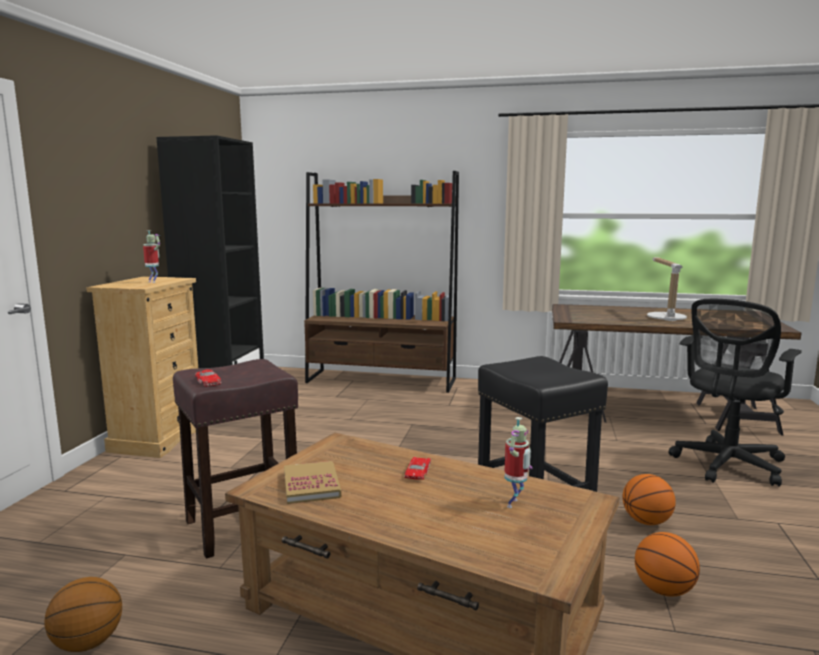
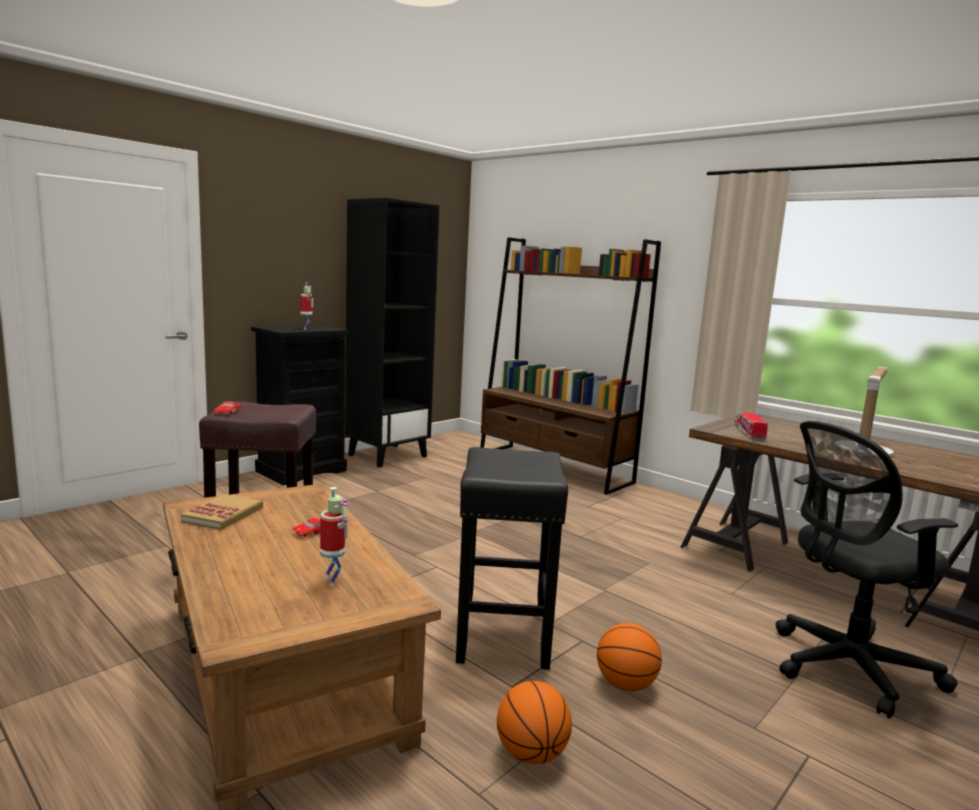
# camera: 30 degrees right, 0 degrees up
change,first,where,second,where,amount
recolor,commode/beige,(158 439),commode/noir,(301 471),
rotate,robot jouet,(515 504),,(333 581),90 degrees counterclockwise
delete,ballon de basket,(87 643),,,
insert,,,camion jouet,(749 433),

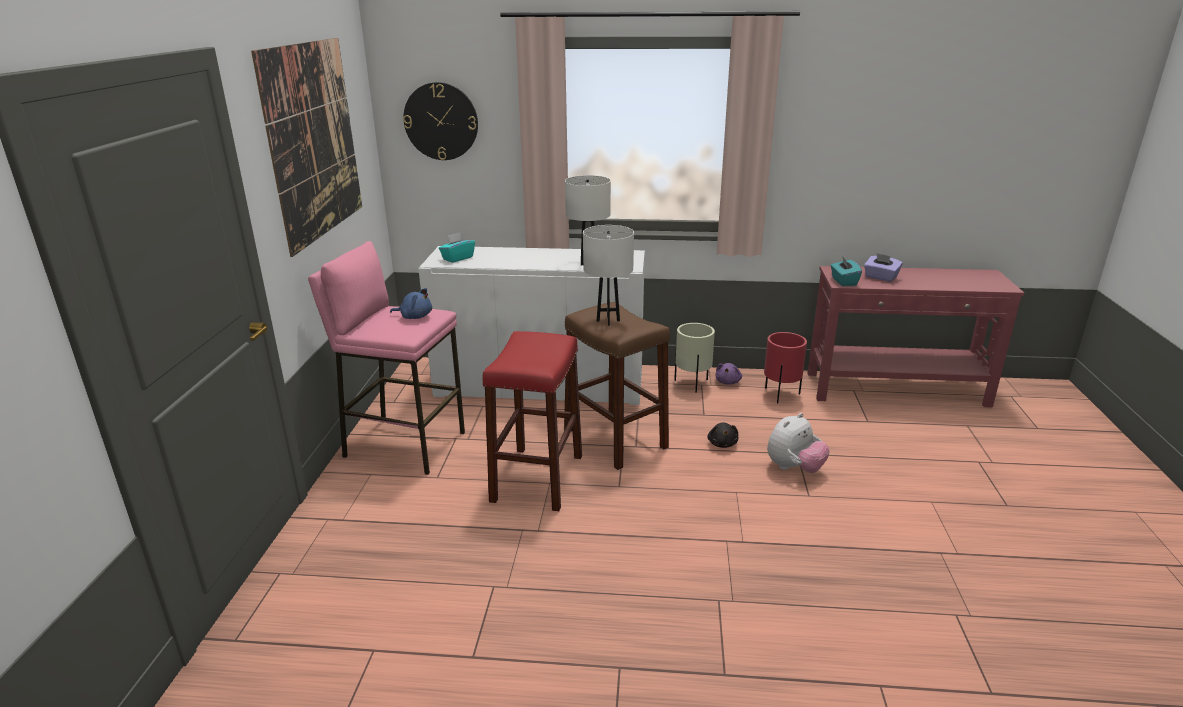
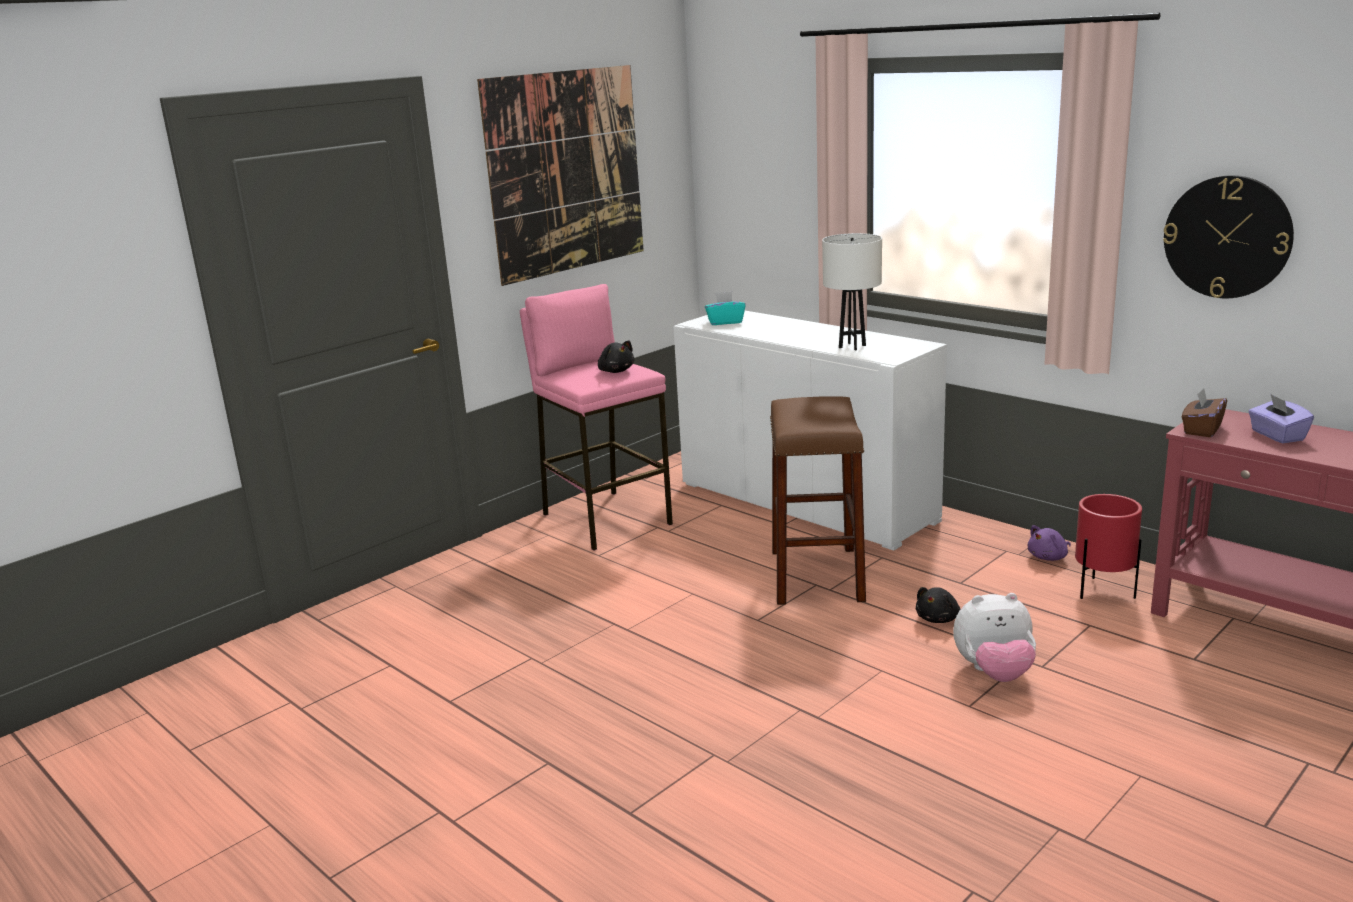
# camera: 40 degrees right, 5 degrees down
change,first,where,second,where,amount
move,horloge murale,(441 121),,(1227 237),
delete,lampe de table/blanc,(608 321),,,
recolor,boîte à mouchoirs/turquoise,(843 281),boîte à mouchoirs/marron,(1201 429),
recolor,peluche/bleu,(415 316),peluche/noir,(615 371),
delete,cache-pot/beige,(693 384),,,
delete,tabouret/rouge,(537 478),,,

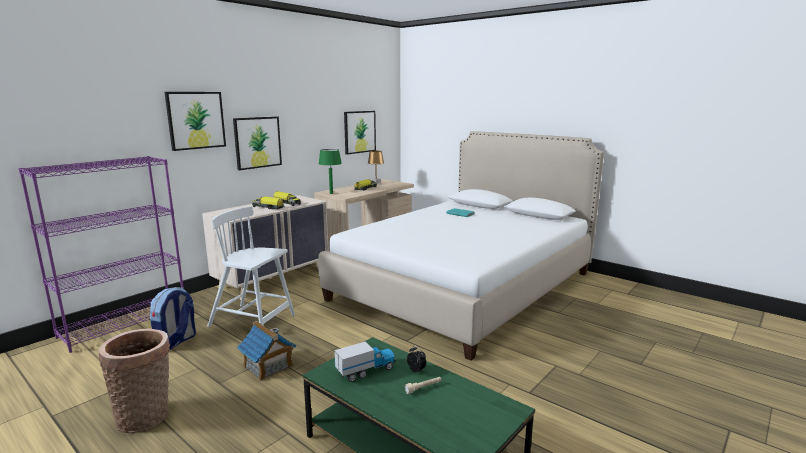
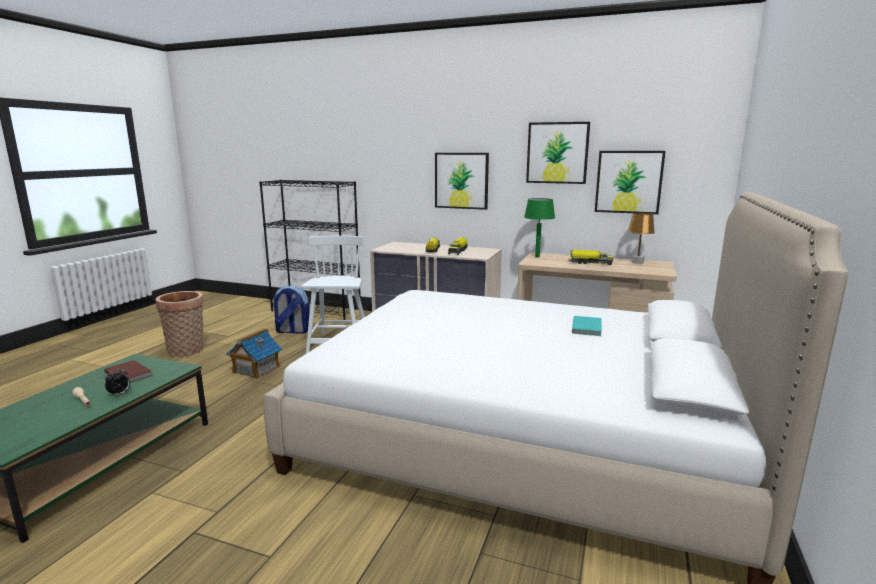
# camera: 70 degrees right, 0 degrees up
change,first,where,second,where,amount
move,tableau,(196 120),,(557 153),
recolor,bibliothèque/violet,(125 324),bibliothèque/noir,(317 311),
replace,camion jouet,(366 371),livre/marron,(129 373),

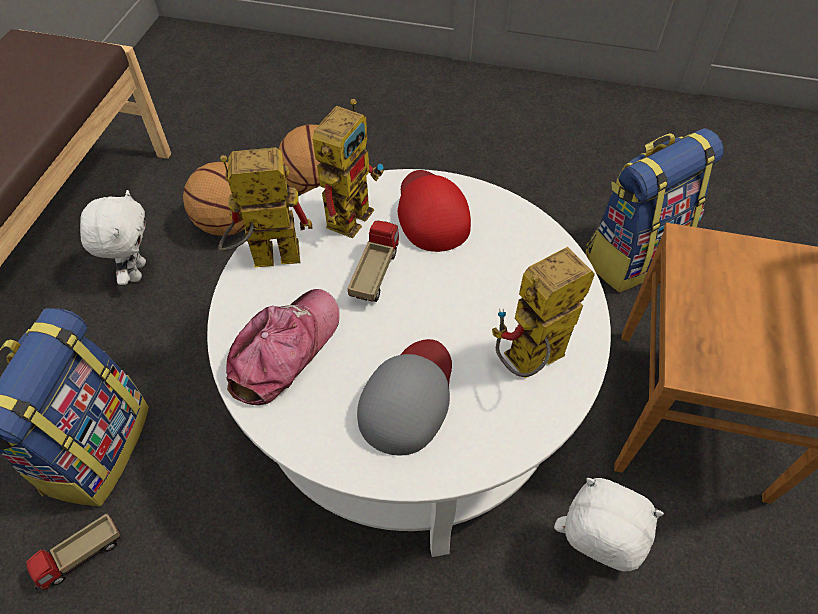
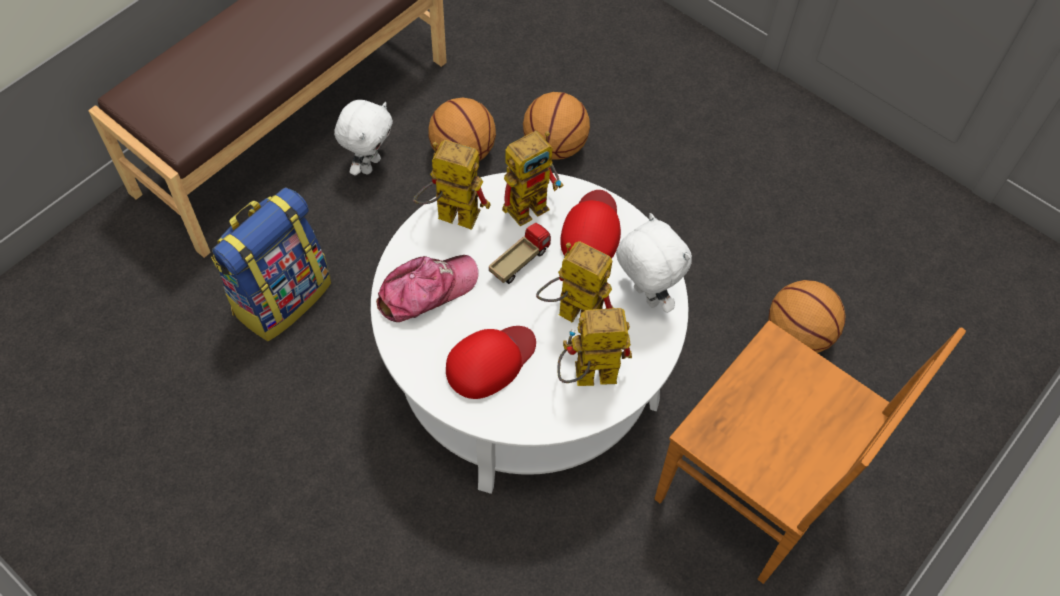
# camera: 25 degrees right, 5 degrees up
change,first,where,second,where,amount
replace,sac à dos,(632 255),ballon de basket,(798 335),
recolor,casquette/gris,(408 397),casquette/rouge,(490 361),
move,peluche/blanc,(589 552),,(644 296),
delete,camion jouet,(82 557),,,
insert,,,robot jouet,(570 313),

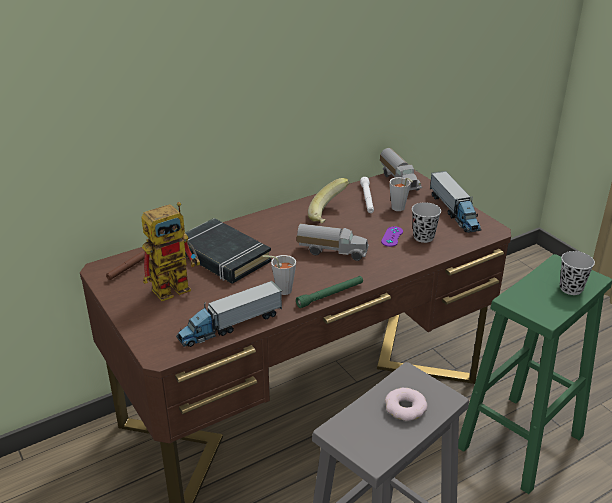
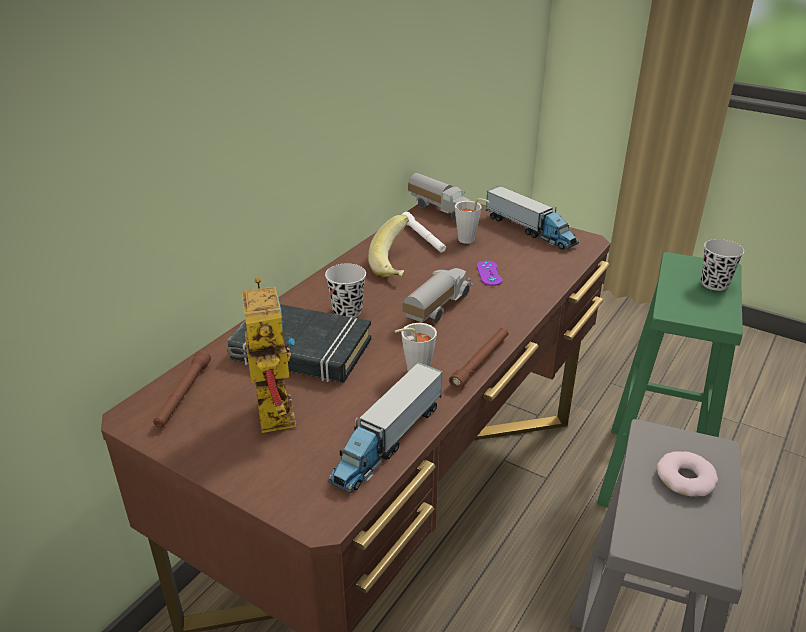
# camera: 25 degrees left, 0 degrees up
change,first,where,second,where,amount
rotate,robot jouet,(177 285),,(269 407),45 degrees counterclockwise
move,tasse/noir,(423 237),,(347 311),
rotate,camion jouet,(332 251),,(436 308),45 degrees counterclockwise
recolor,lampe de poche/vert,(330 295),lampe de poche/marron,(480 362),

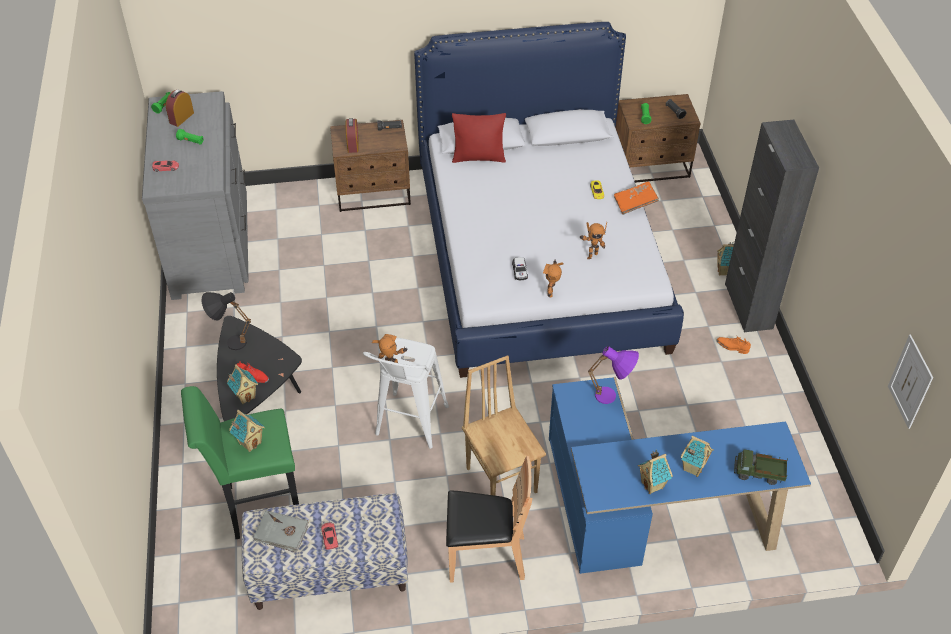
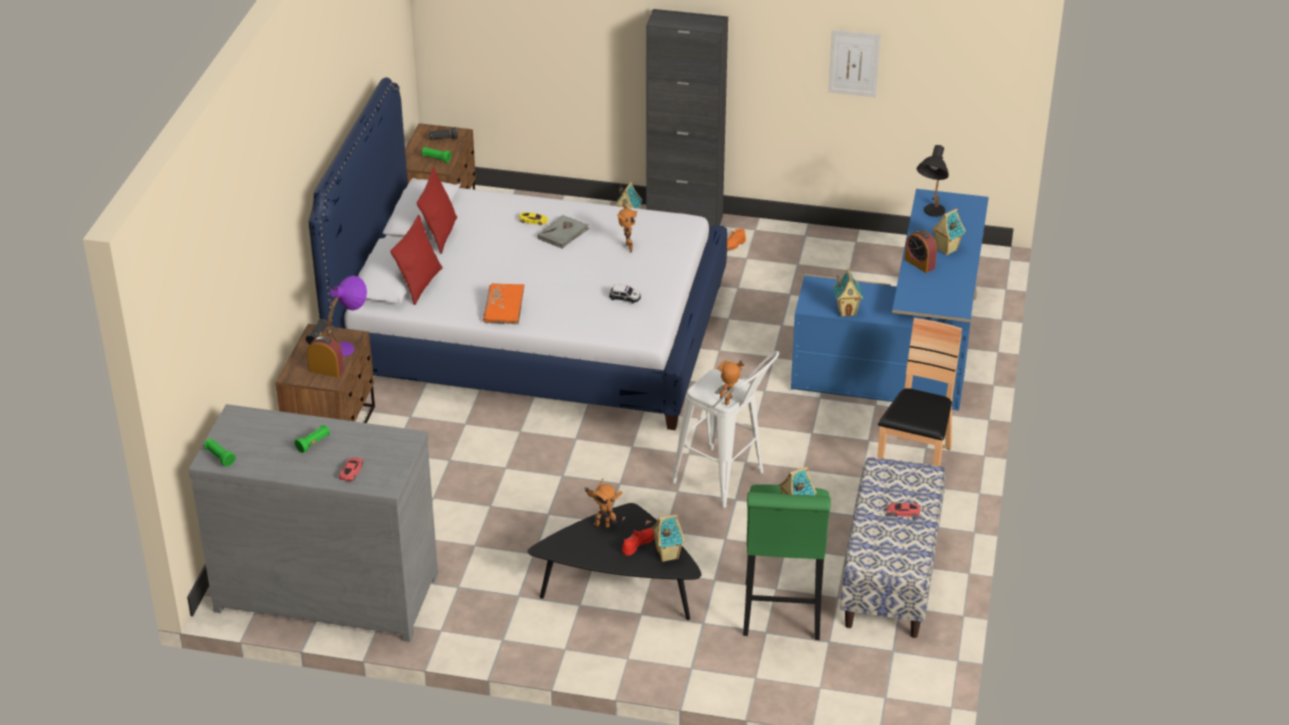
# camera: 70 degrees left, 10 degrees down
change,first,where,second,where,amount
move,réveil,(181 118),,(919 263),
move,livre/orange,(635 203),,(504 311),
move,robot jouet,(552 293),,(602 524),
move,lampe de table/noir,(229 341),,(931 214),
move,tableau,(910 382),,(854 63),
move,lampe de table/violet,(613 398),,(350 346),
delete,chaise/marron,(502 479),,,
move,maison miniature,(653 485),,(847 311),
delete,camion jouet,(759 474),,,
move,livre/gris,(281 533),,(563 234),
insert,,,coussin/rouge,(440 234),

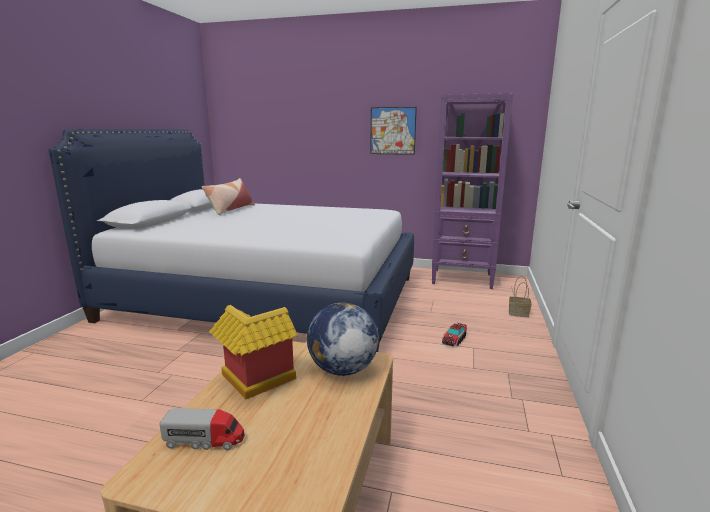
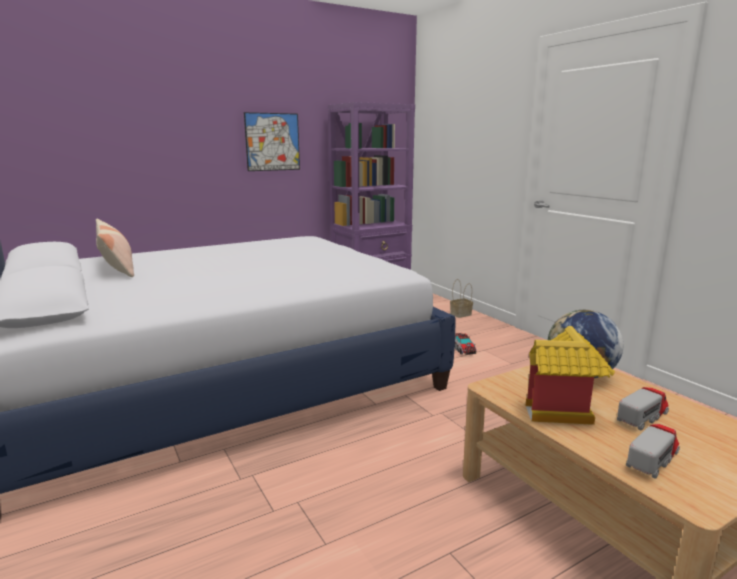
# camera: 45 degrees left, 0 degrees up
change,first,where,second,where,amount
insert,,,camion jouet,(642 417),

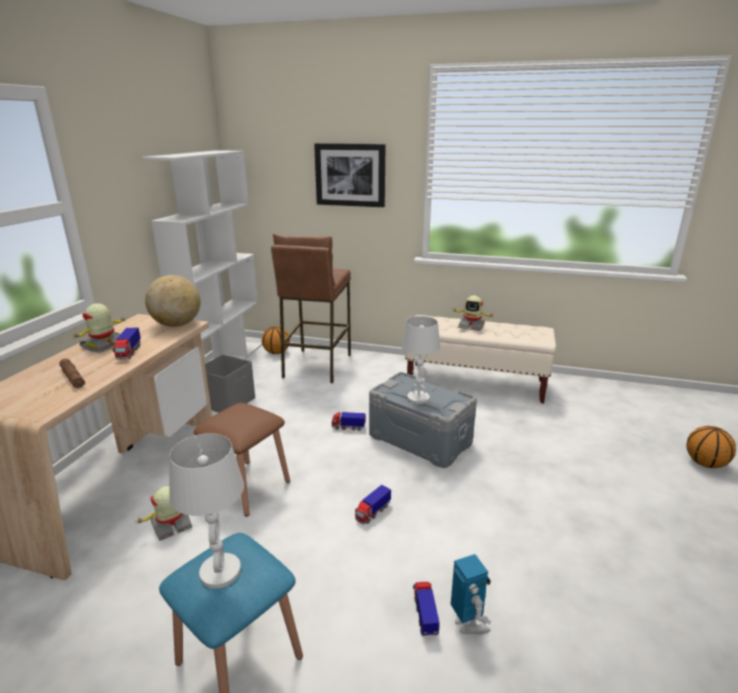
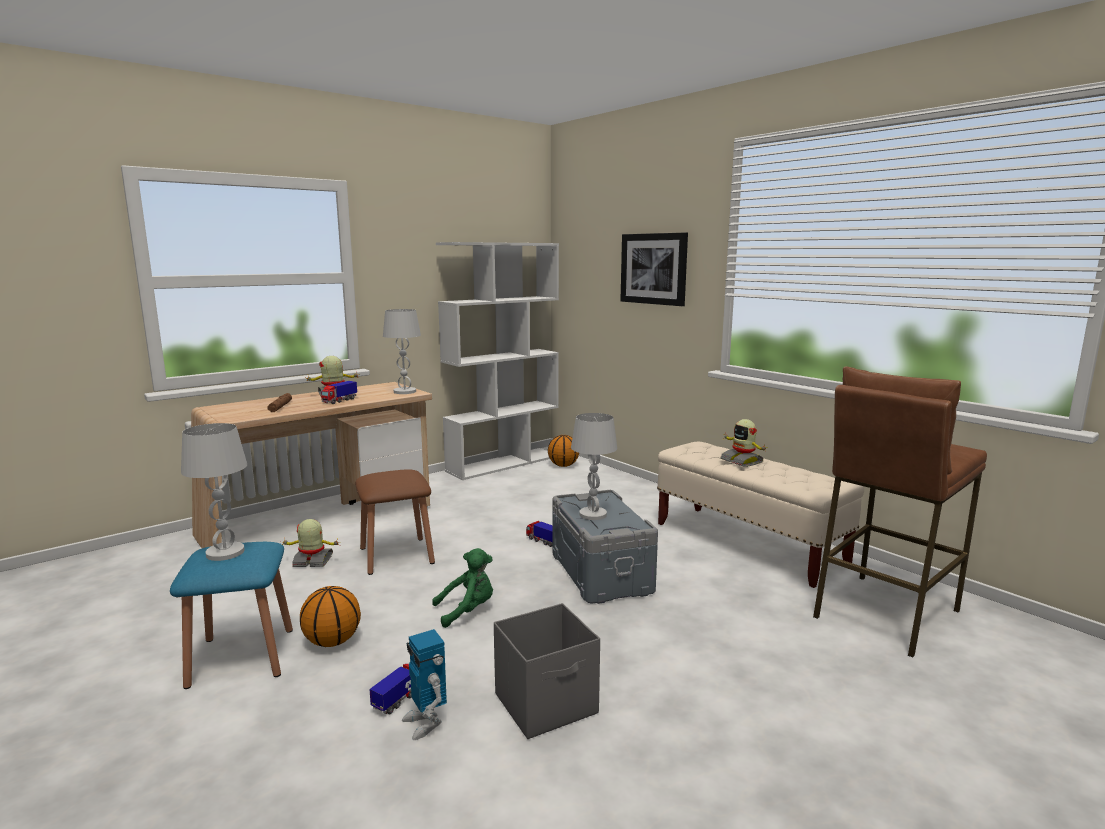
# camera: 35 degrees right, 10 degrees down
change,first,where,second,where,amount
move,tabouret/marron,(316 366),,(884 613),
replace,globe,(177 325),lampe de table/blanc,(405 391),
move,boîte de rangement/gris,(229 402),,(547 704),
move,ballon de basket,(705 463),,(332 642),
replace,camion jouet,(372 513),peluche/vert,(467 611),
rotate,robot jouet,(468 623),,(425 723),135 degrees clockwise

